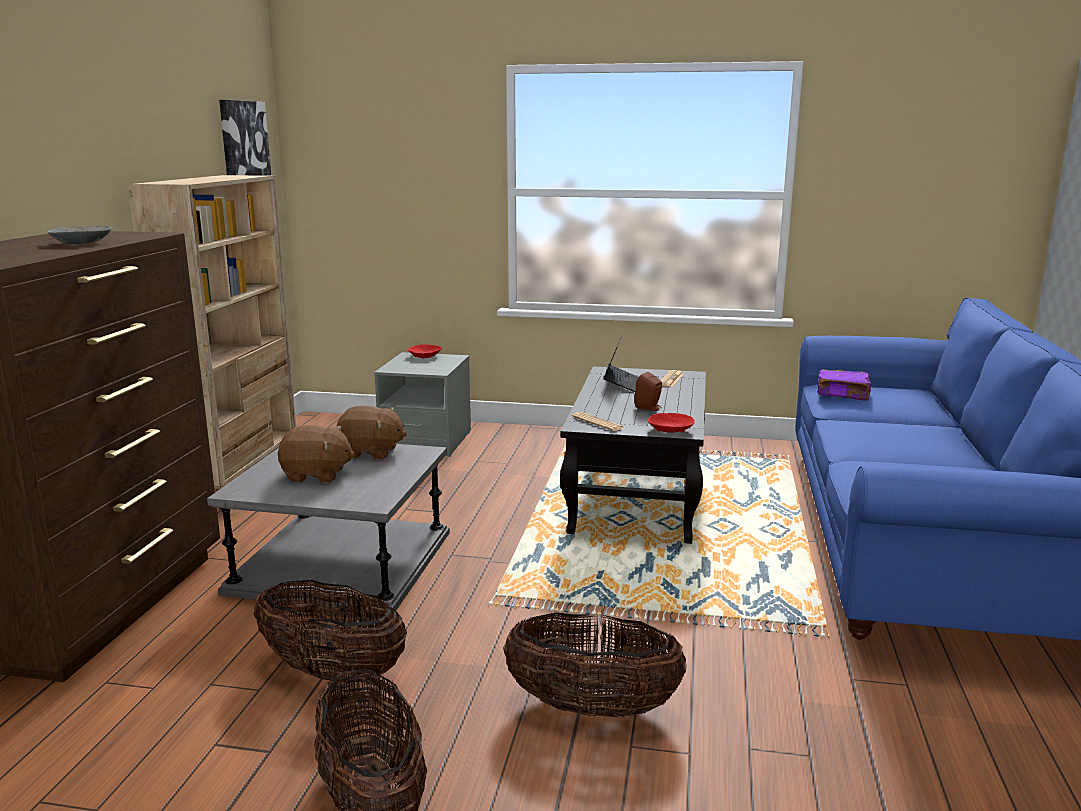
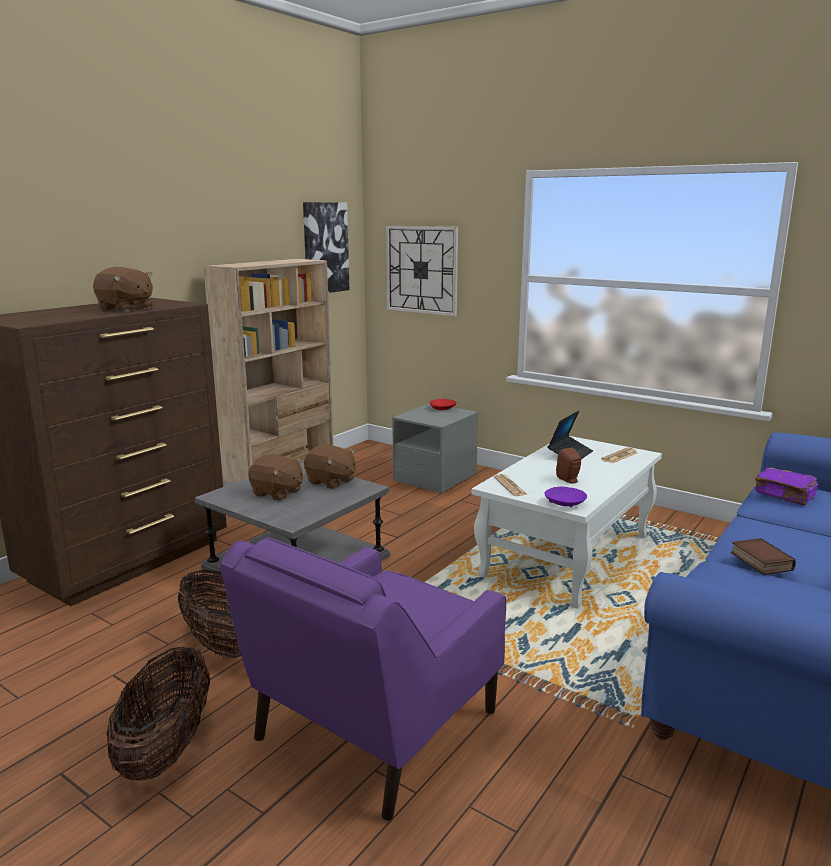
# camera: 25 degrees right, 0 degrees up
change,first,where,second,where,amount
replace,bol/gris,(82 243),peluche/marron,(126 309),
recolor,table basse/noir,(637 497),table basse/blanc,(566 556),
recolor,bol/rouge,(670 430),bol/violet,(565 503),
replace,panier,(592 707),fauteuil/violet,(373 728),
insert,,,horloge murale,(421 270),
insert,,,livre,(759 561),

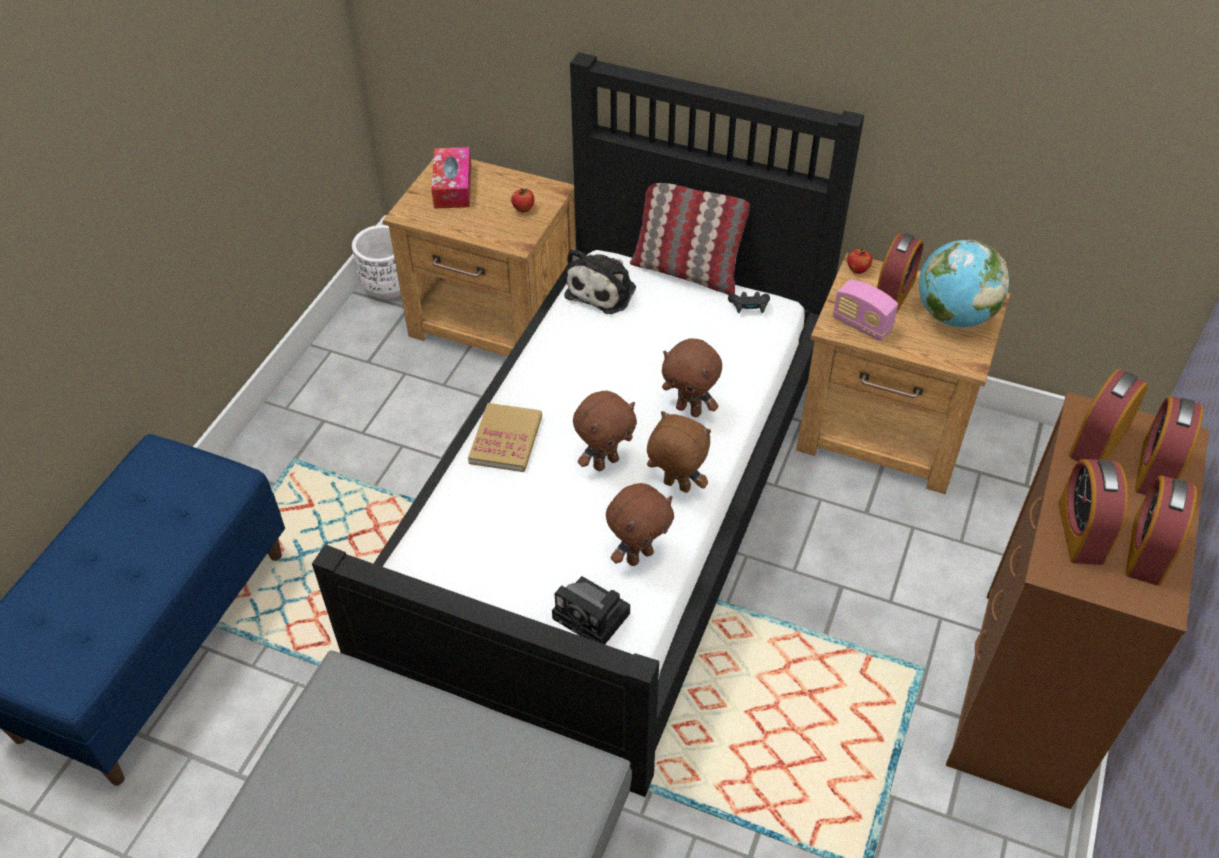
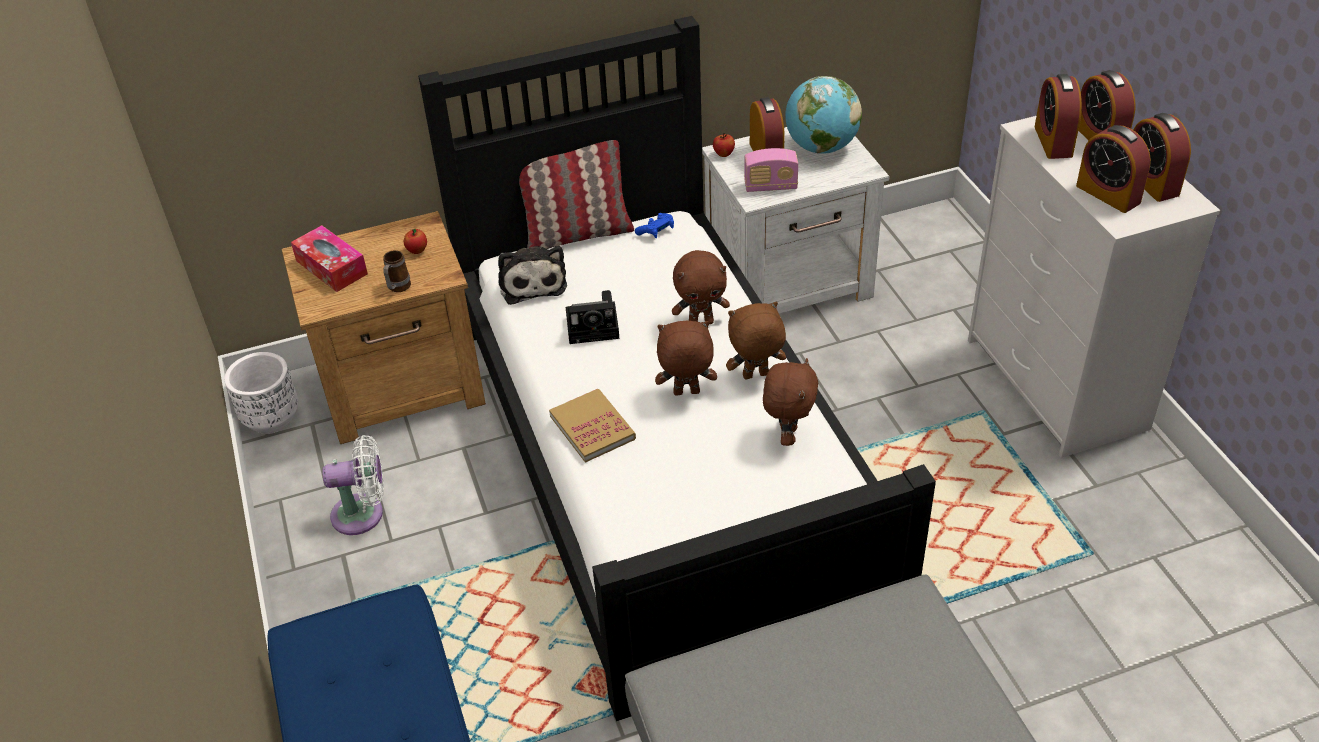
# camera: 40 degrees left, 5 degrees down
change,first,where,second,where,amount
recolor,table de chevet/marron,(886 432),table de chevet/blanc,(791 282),
recolor,manette/noir,(749 307),manette/bleu,(656 231),
rotate,peluche/marron,(605 462),,(686 393),105 degrees counterclockwise
recolor,commode/marron,(1026 697),commode/blanc,(1057 384),
move,appareil photo,(594 617),,(595 327),
insert,,,mug,(397 289),
insert,,,ventilateur/blanc,(363 514),

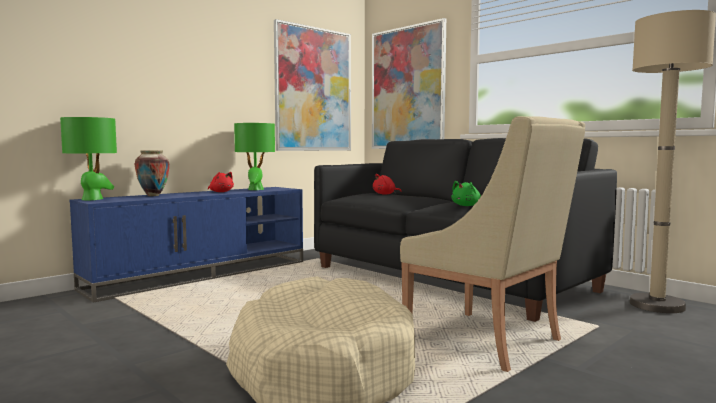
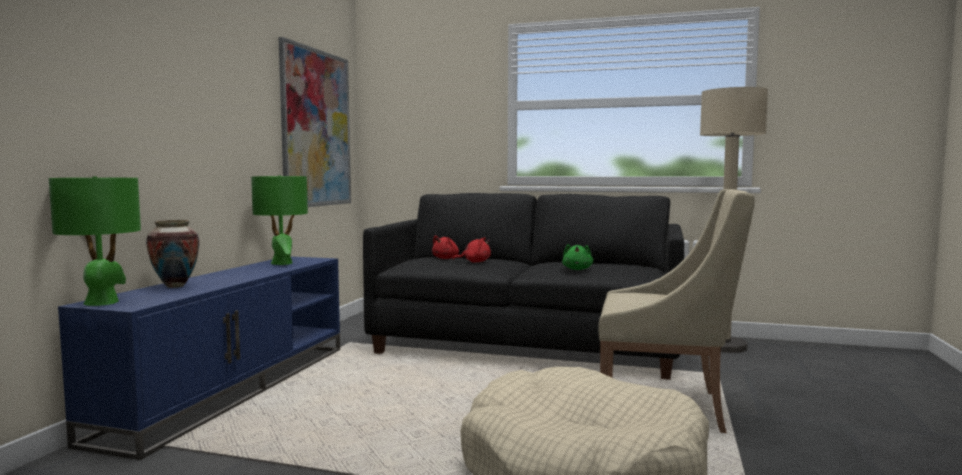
# camera: 30 degrees left, 0 degrees up
change,first,where,second,where,amount
delete,tableau,(407 88),,,
move,peluche/rouge,(221 192),,(475 262),

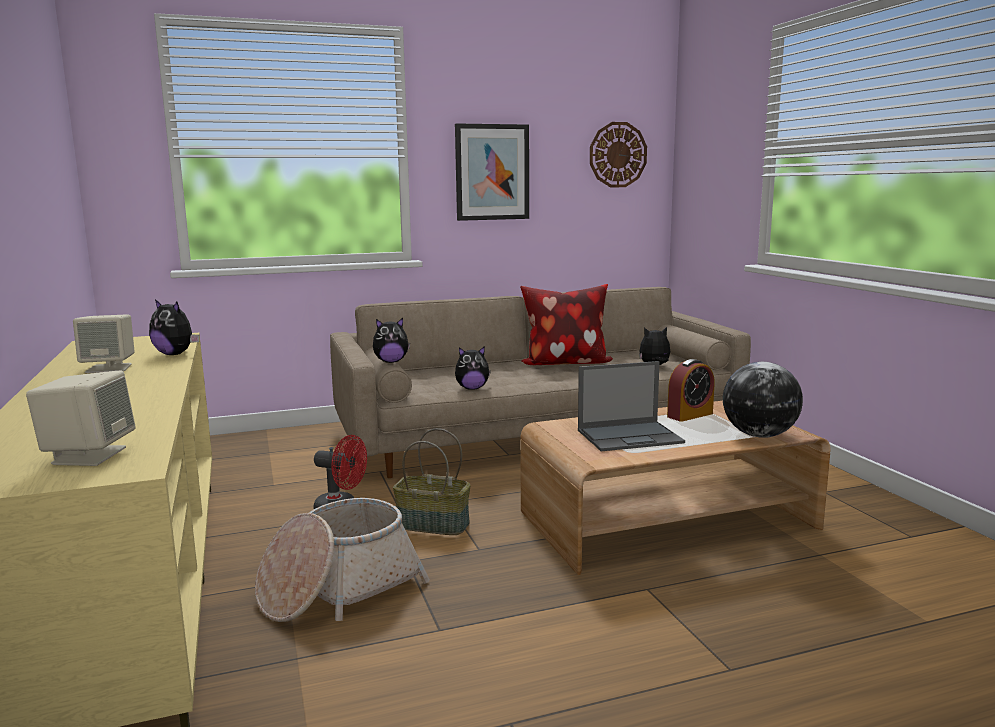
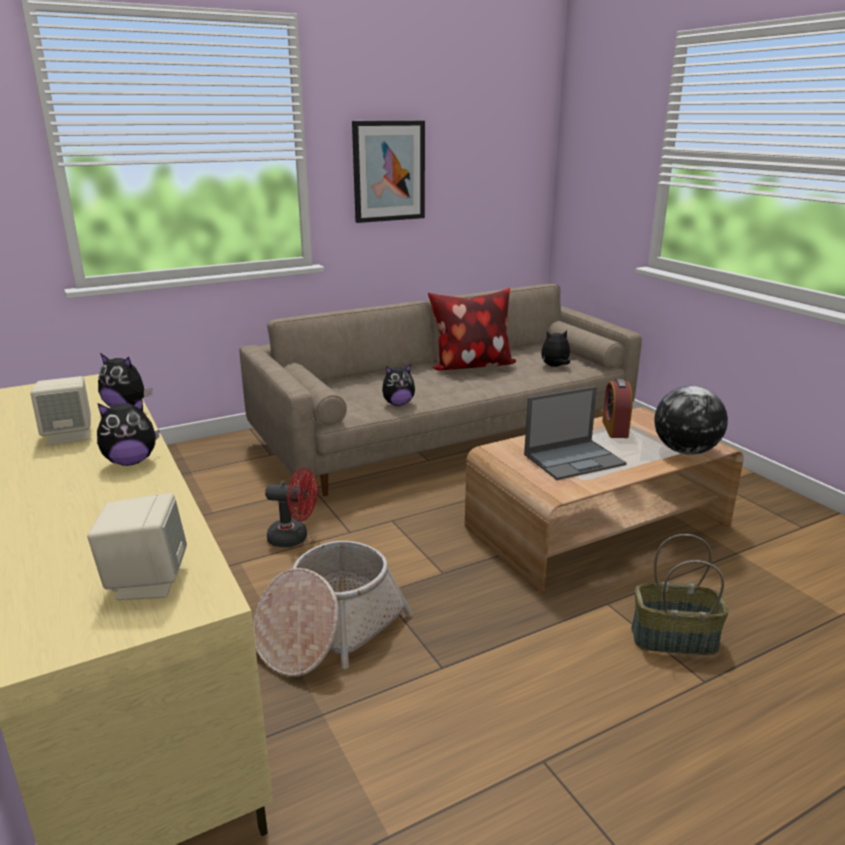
# camera: 10 degrees left, 10 degrees up
change,first,where,second,where,amount
delete,horloge murale,(617 155),,,
move,peluche,(391 362),,(131 461),
rotate,réveil,(690 415),,(615 429),135 degrees clockwise
move,panier,(431 525),,(673 639),

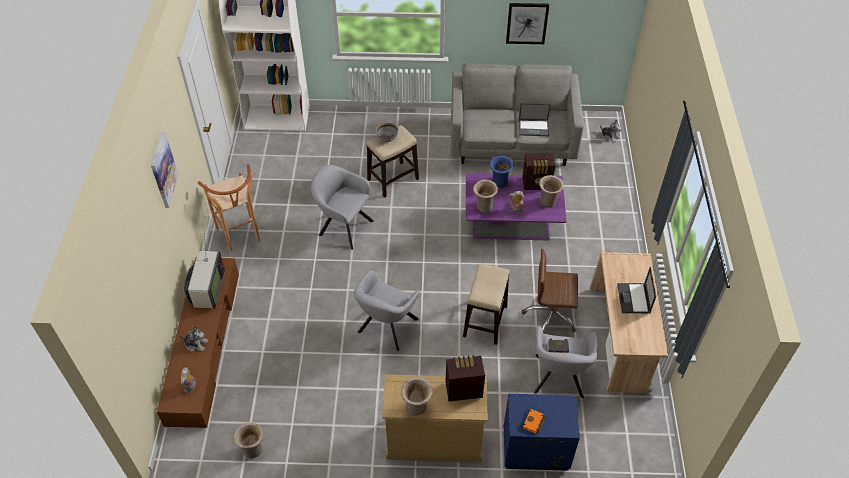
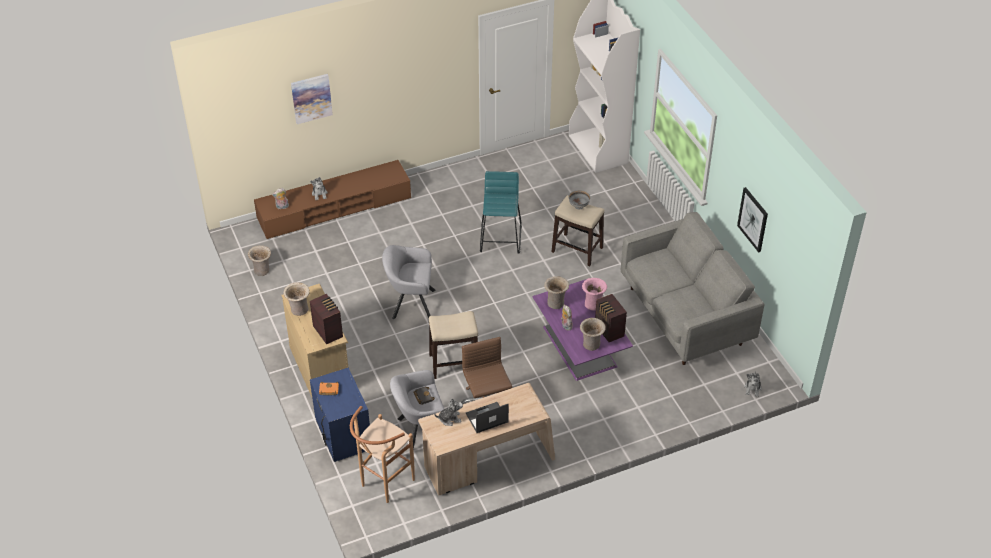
# camera: 65 degrees right, 5 degrees down
change,first,where,second,where,amount
delete,ordinateur portable,(534 127),,,
move,tableau,(163 170),,(311 98),
recolor,vase/bleu,(499 182),vase/rose,(593 304),
move,tabouret/marron,(241 237),,(383 485),
replace,fauteuil/gris,(343 226),tabouret/turquoise,(501 238),
delete,téléviseur,(207 290),,,
insert,,,peluche,(449 418),

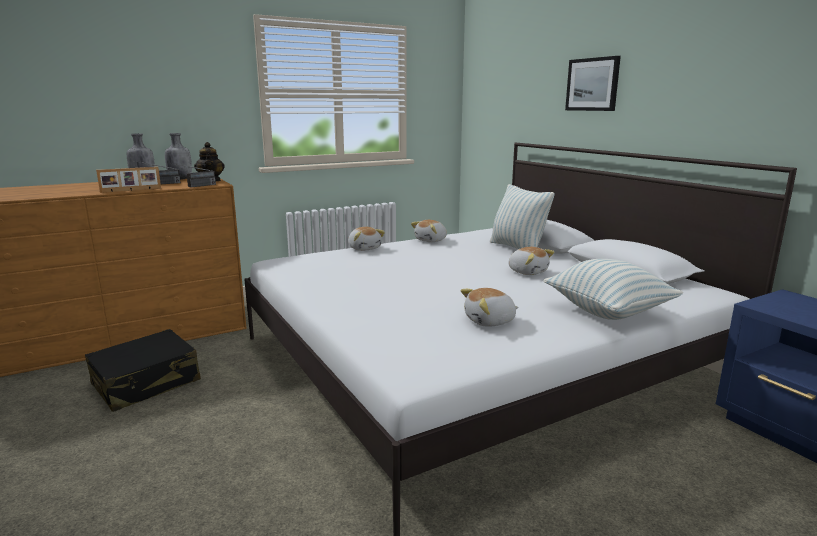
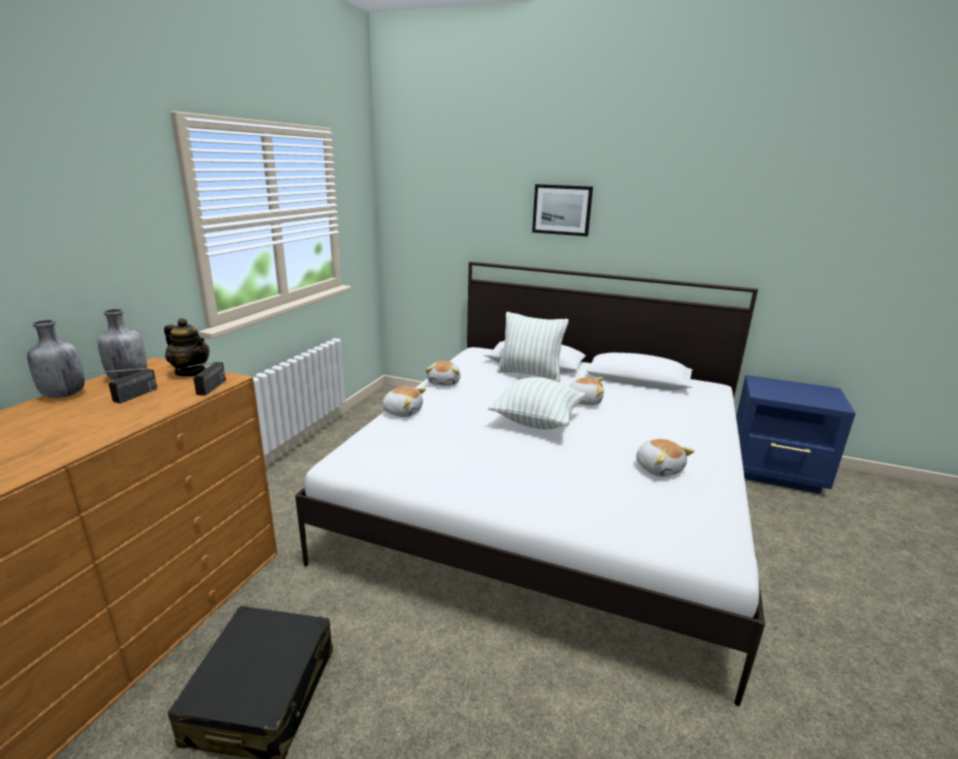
# camera: 40 degrees left, 5 degrees up
change,first,where,second,where,amount
delete,cadre photo,(131 190),,,
move,coussin,(607 312),,(536 421),
rotate,peluche,(490 321),,(659 468),60 degrees counterclockwise

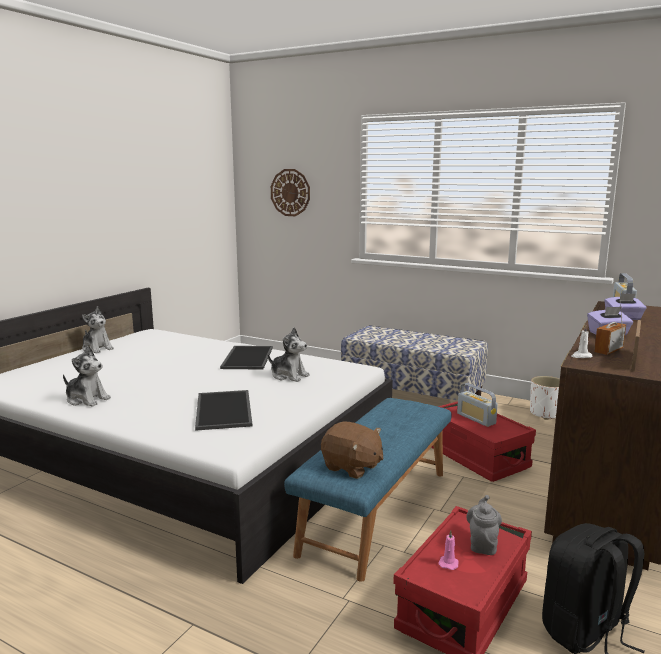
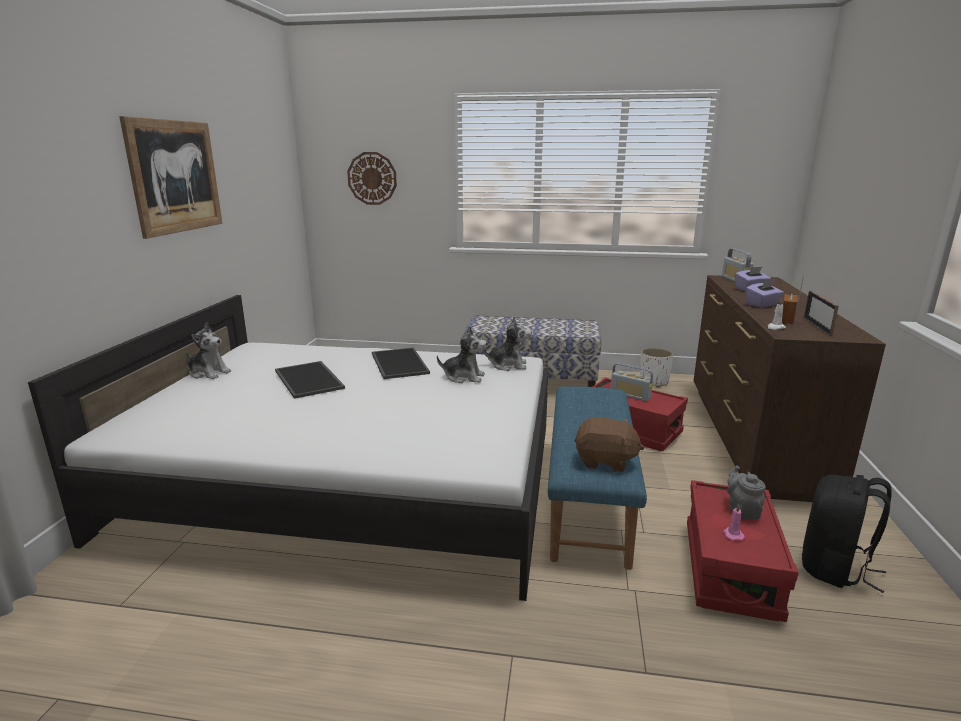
# camera: 20 degrees left, 5 degrees up
change,first,where,second,where,amount
move,peluche,(87 399),,(508 365),
move,plateau,(225 410),,(310 379),
insert,,,tableau,(175 176),

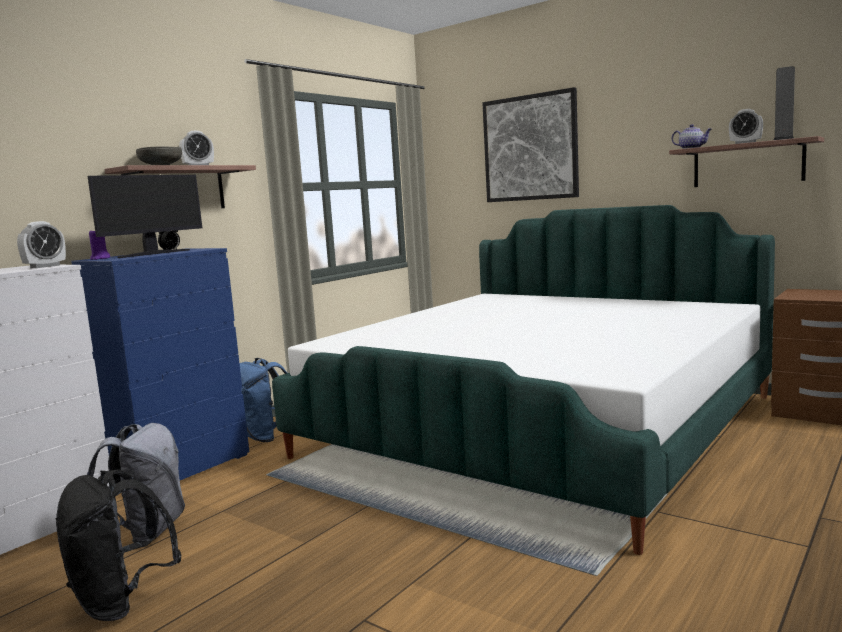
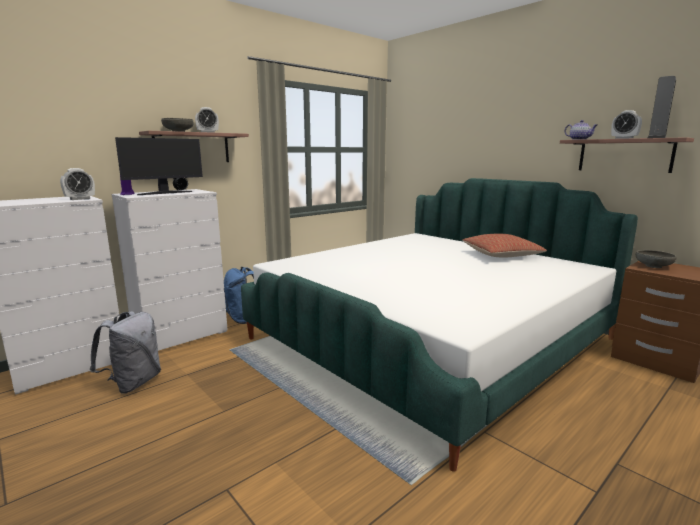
# camera: 10 degrees right, 5 degrees up
change,first,where,second,where,amount
delete,tableau,(530 148),,,
recolor,commode/bleu,(181 468),commode/blanc,(181 335),
delete,sac à dos/noir,(122 601),,,
insert,,,coussin,(501 255),
insert,,,bol/gris,(653 266),

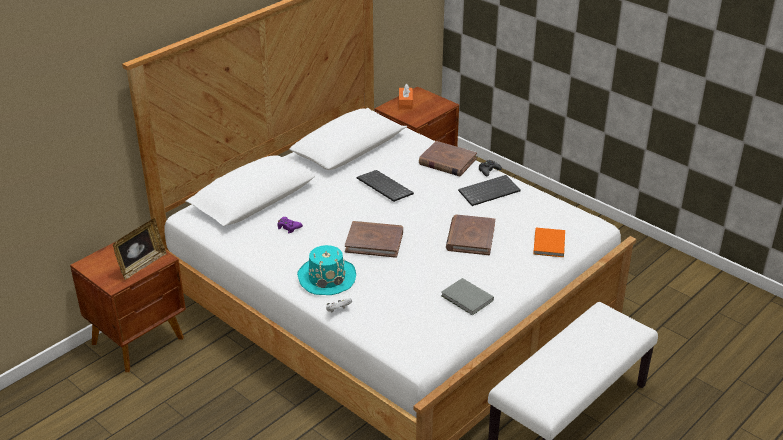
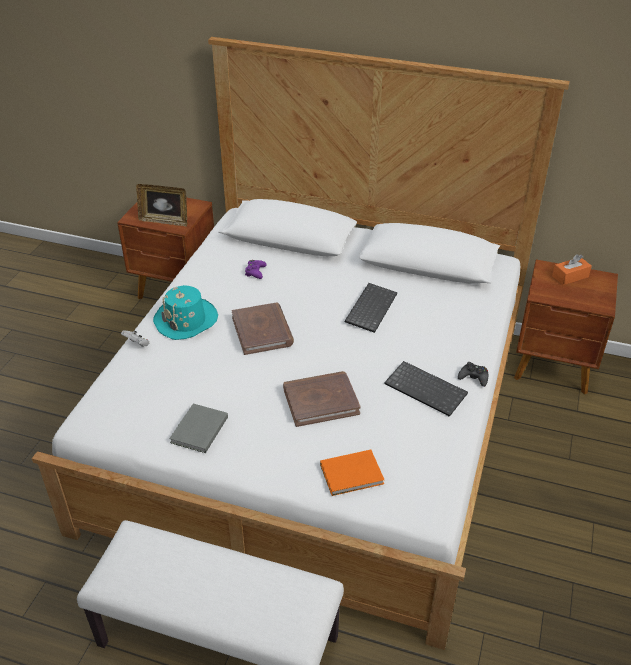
# camera: 65 degrees right, 5 degrees up
change,first,where,second,where,amount
delete,livre/marron,(447 161),,,

